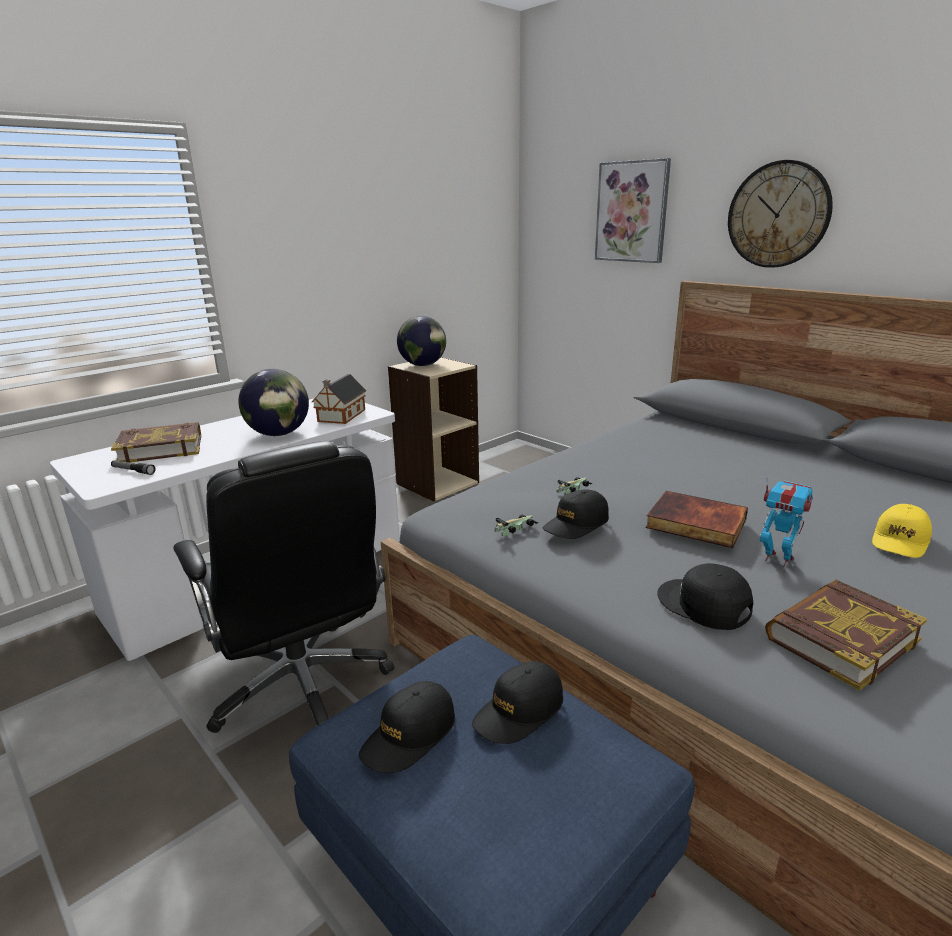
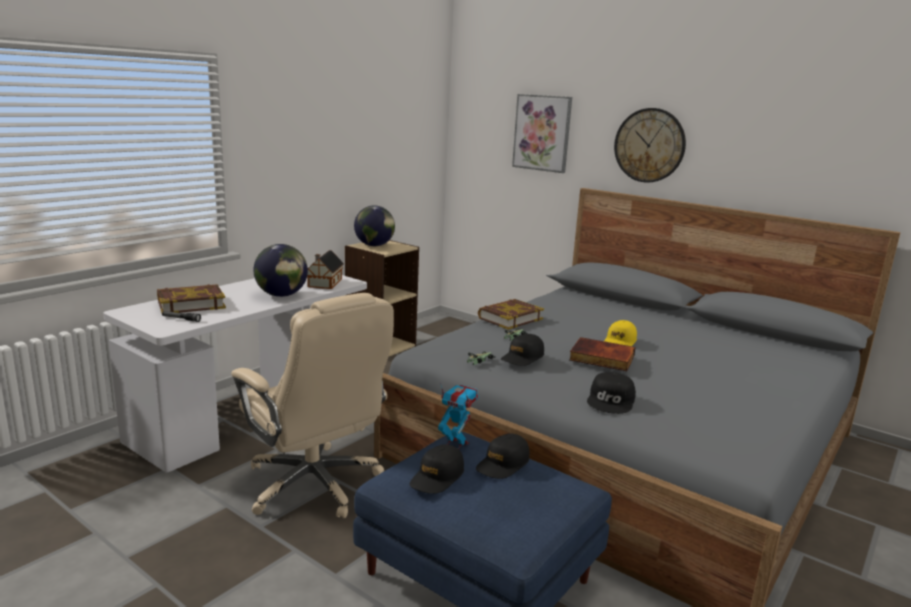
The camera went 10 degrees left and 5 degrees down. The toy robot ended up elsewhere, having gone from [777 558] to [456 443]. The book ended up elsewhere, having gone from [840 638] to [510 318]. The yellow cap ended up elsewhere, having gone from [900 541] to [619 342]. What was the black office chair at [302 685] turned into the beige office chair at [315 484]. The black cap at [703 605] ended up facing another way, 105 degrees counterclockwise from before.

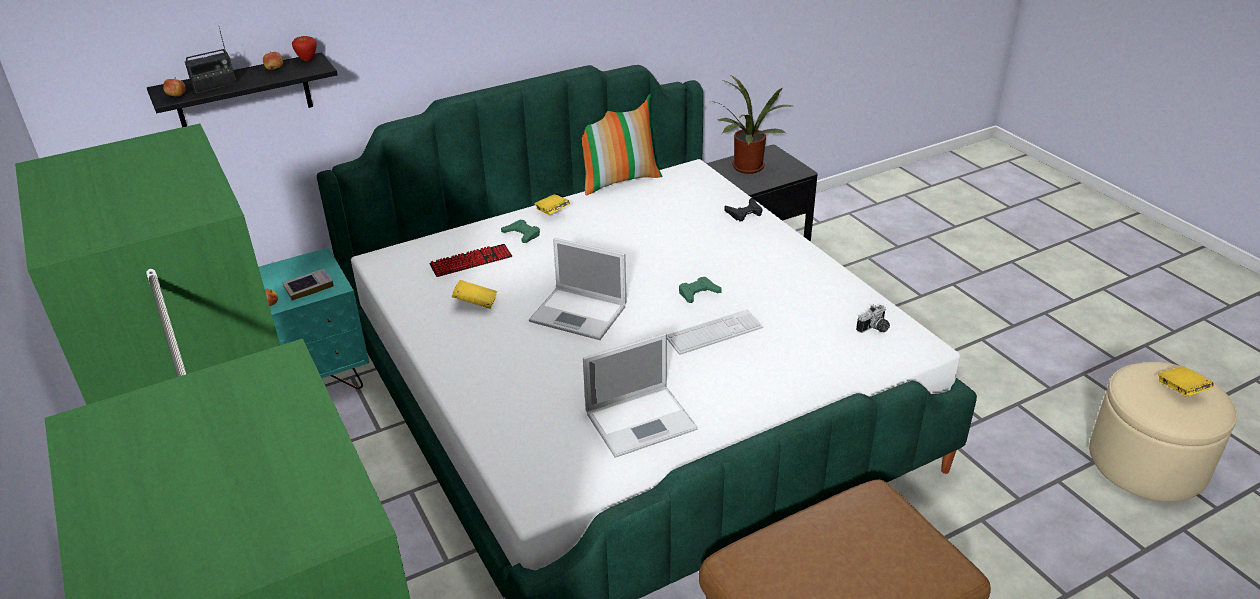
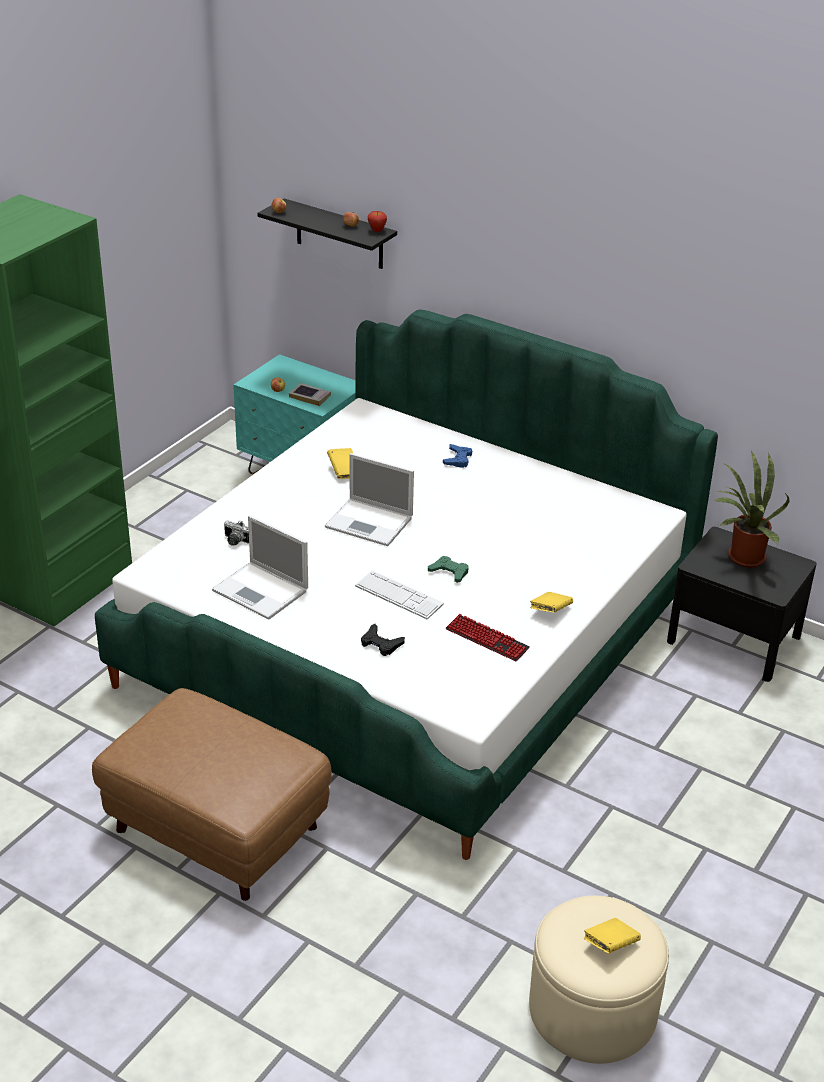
The camera went 60 degrees right and 0 degrees up. The second view lost the radio at [214 86]. The second view lost the pillow at [619 180]. The keyboard ended up elsewhere, having gone from [471 261] to [487 639]. The yellow book ended up elsewhere, having gone from [552 212] to [550 611]. The black game controller ended up elsewhere, having gone from [744 213] to [381 644]. The photo camera ended up elsewhere, having gone from [875 329] to [235 541]. What was the green game controller at [522 234] turned into the blue game controller at [458 459]. The laptop at [580 314] ended up facing another way, 60 degrees counterclockwise from before.

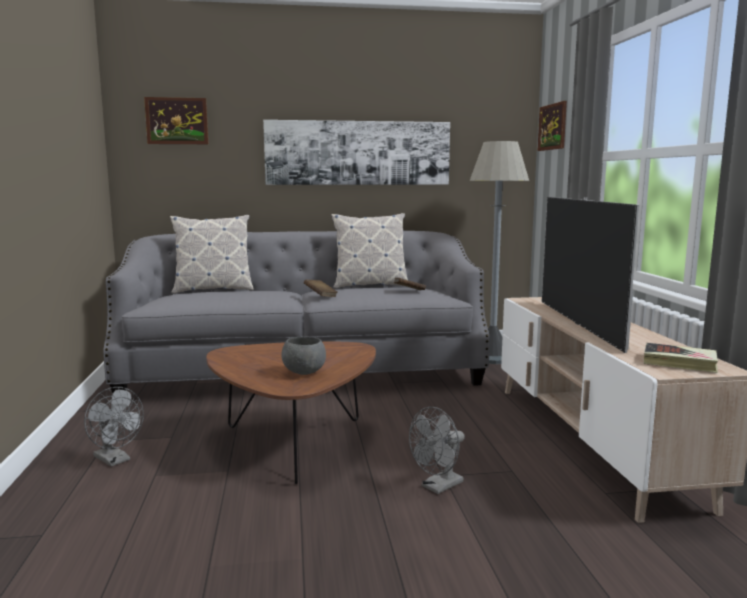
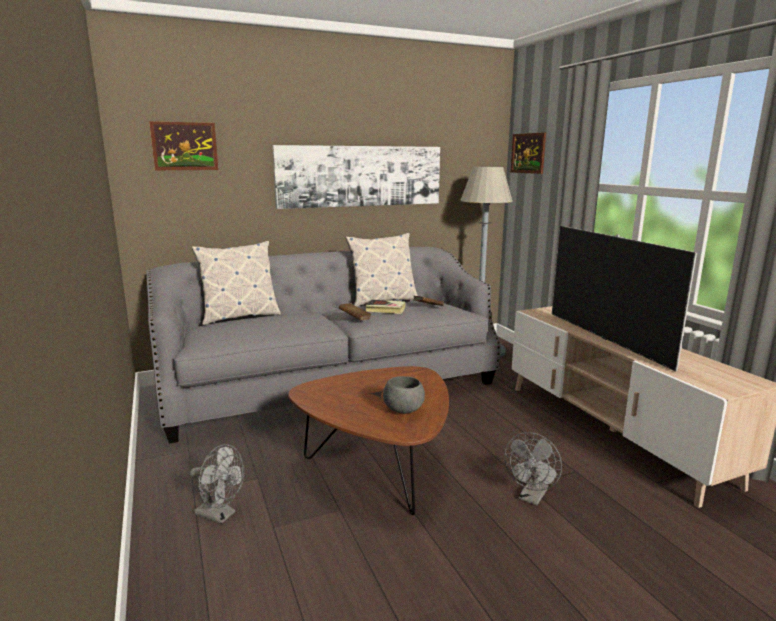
The camera went 15 degrees left and 5 degrees up. The book ended up elsewhere, having gone from [679 363] to [385 309].

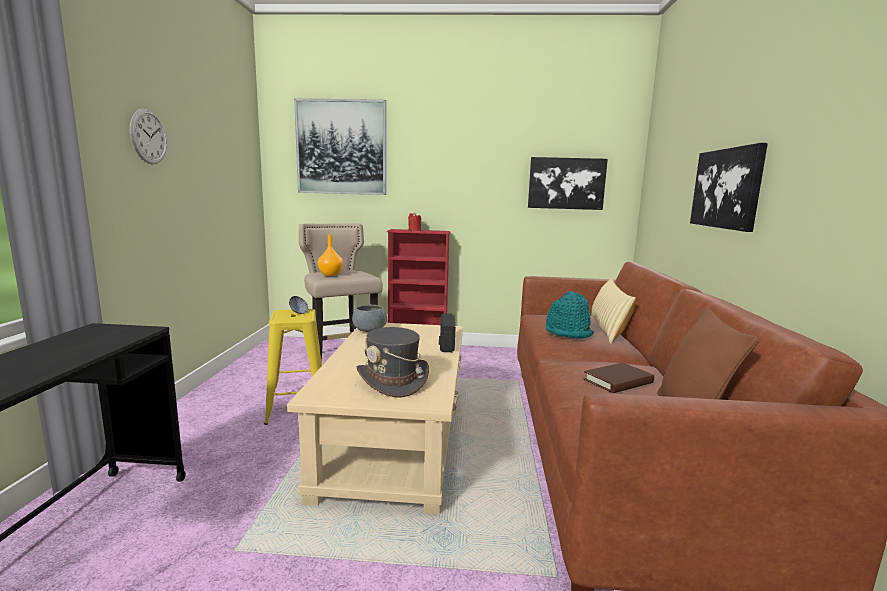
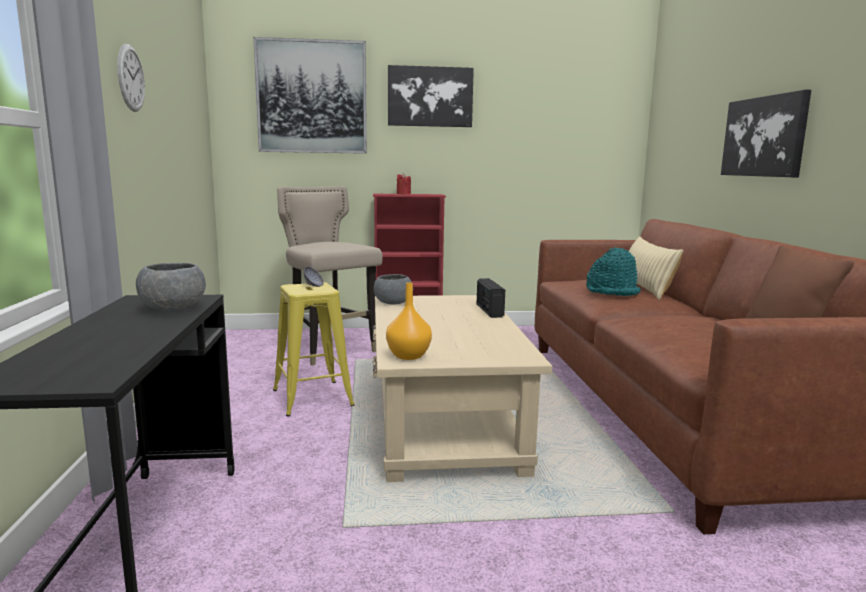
The camera went 10 degrees left and 0 degrees up. The second view lost the grey hat at [393 381]. The second view lost the brown book at [618 381]. The second view gained the grey bowl at [174 308]. The orange vase ended up elsewhere, having gone from [330 274] to [408 356]. The picture ended up elsewhere, having gone from [566 183] to [430 97].

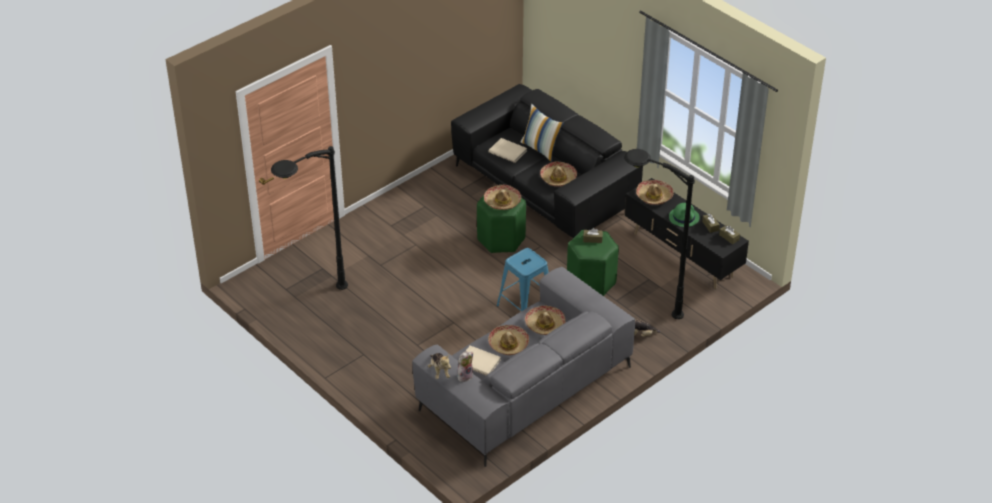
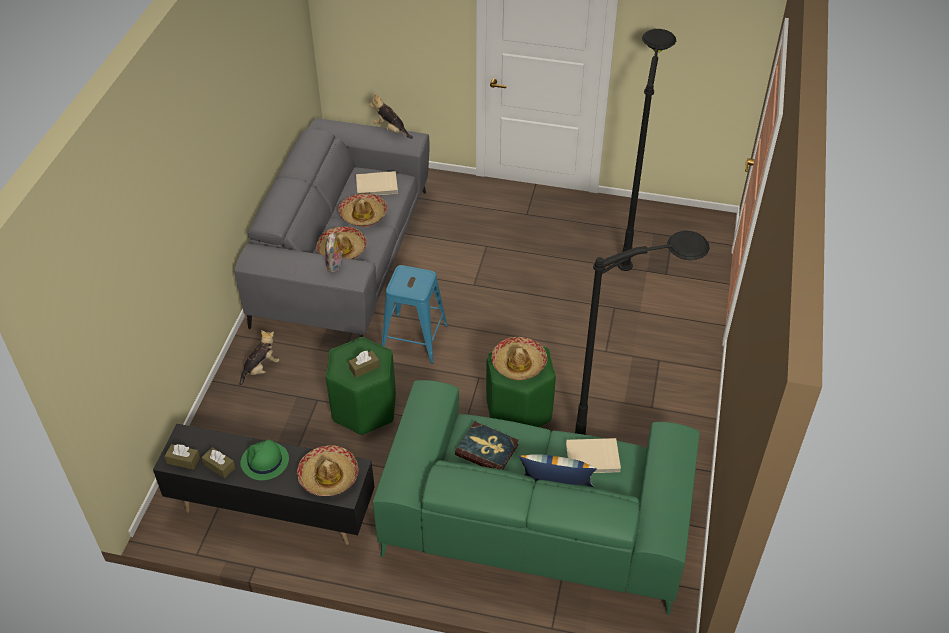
The camera went 145 degrees right and 5 degrees up. The plush toy ended up elsewhere, having gone from [464 375] to [335 266]. The black floor lamp ended up elsewhere, having gone from [641 303] to [632 433]. Where the hat stood at [558 178], the book came to stand at [487 449]. What was the black sofa at [545 188] turned into the green sofa at [535 522].

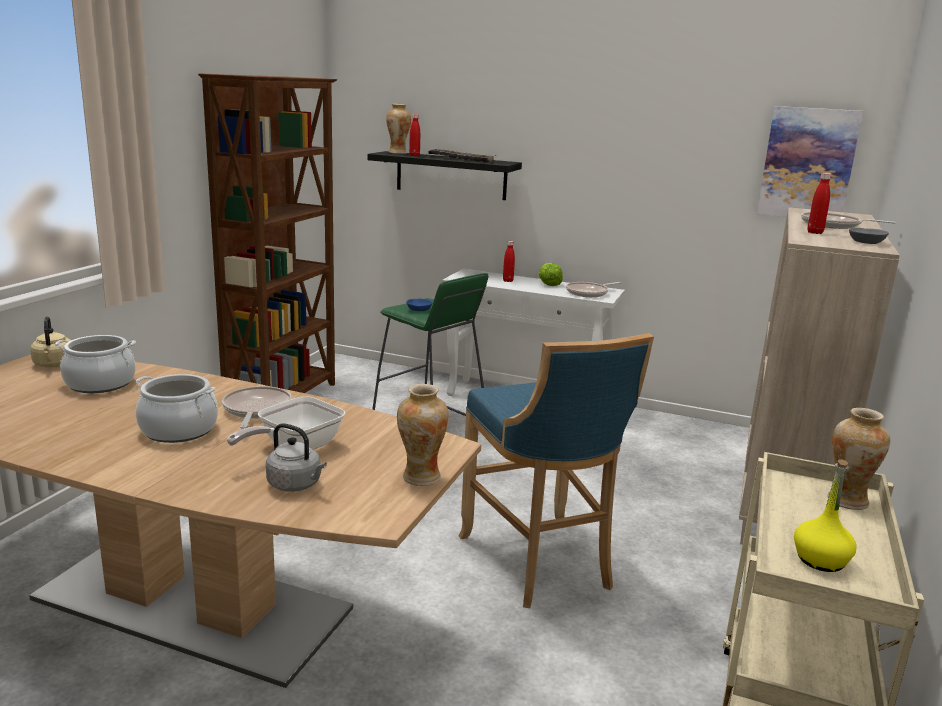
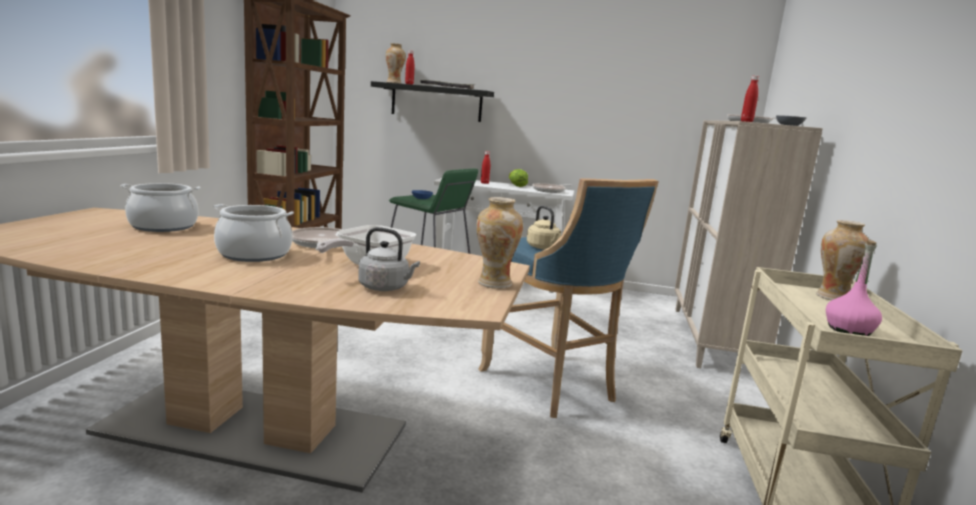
The camera went 10 degrees left and 5 degrees down. The second view lost the picture at [807 164]. The beige kettle ended up elsewhere, having gone from [54 365] to [544 248]. What was the yellow bottle at [821 560] turned into the pink bottle at [849 330].

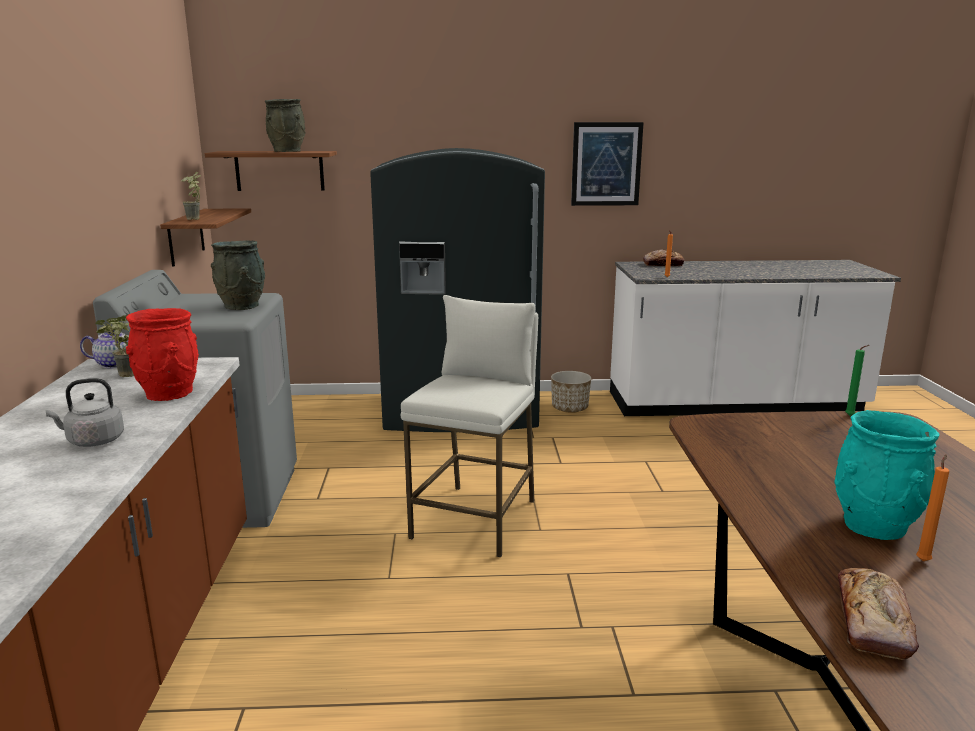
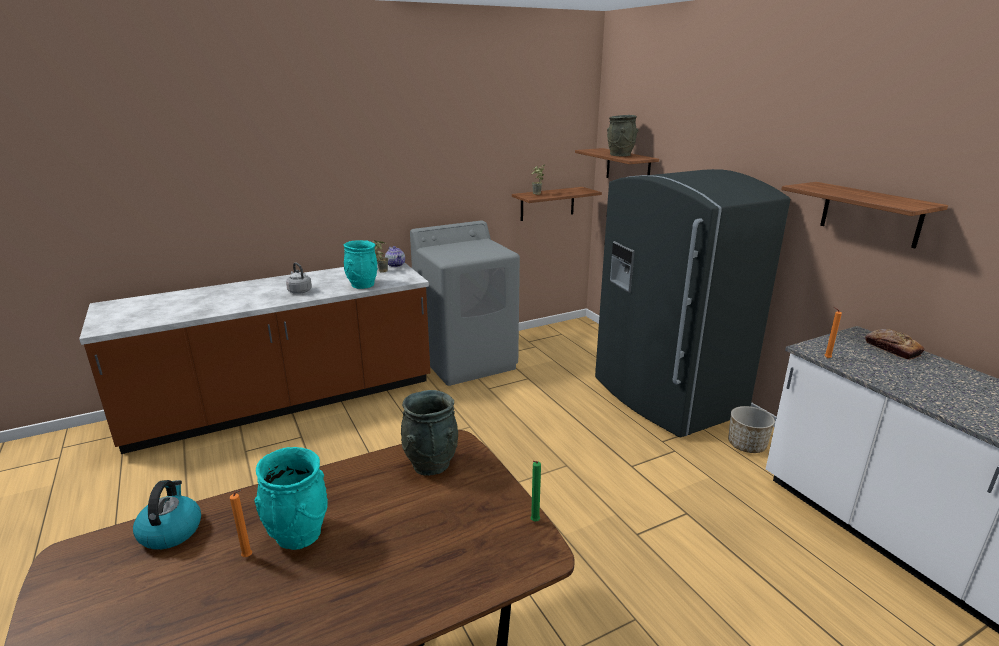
The camera went 65 degrees right and 5 degrees up. The second view lost the white stool at [475 519]. The grey vase ended up elsewhere, having gone from [242 306] to [431 464]. Where the picture hung at [606 164], the shelf came to hang at [870 214]. Where the bread stood at [872 622], the kettle came to stand at [171 531]. What was the red vase at [169 394] turned into the turquoise vase at [362 285].

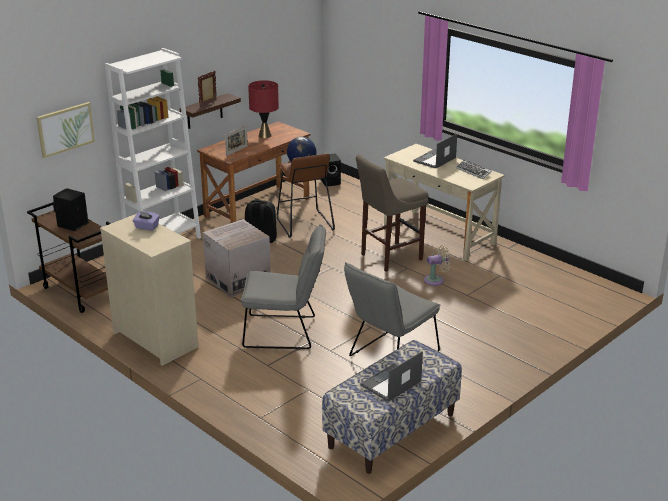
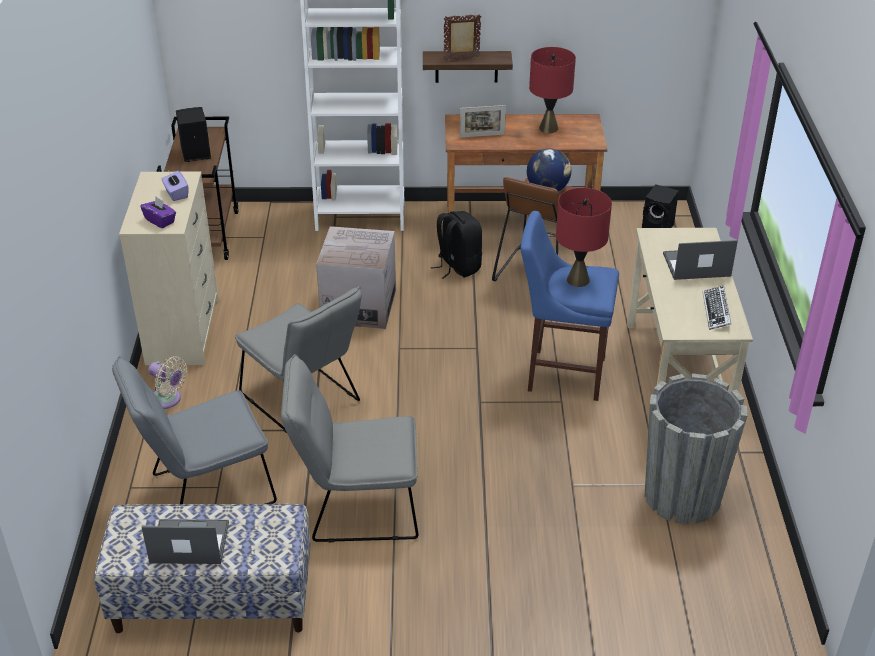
The camera went 45 degrees right and 10 degrees up. The second view lost the picture at [65 129]. The second view gained the grey chair at [204 492]. The second view gained the purple tissue box at [160 221]. The second view gained the red table lamp at [578 280]. The second view gained the grey planter at [682 496]. The beige fan ended up elsewhere, having gone from [436 280] to [168 400]. What was the beige stool at [388 257] turned into the blue stool at [561 373].

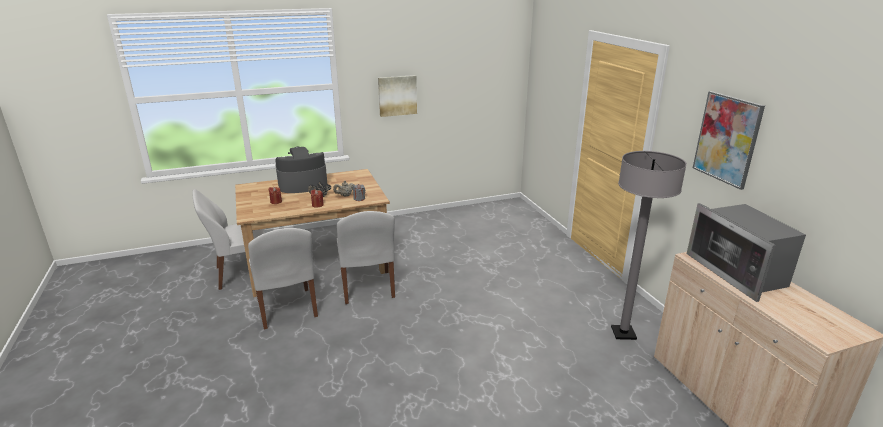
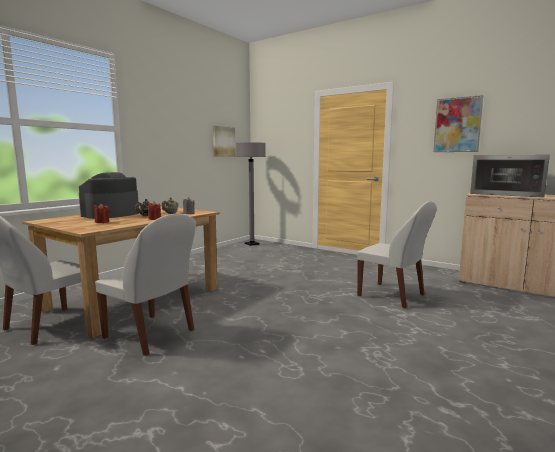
The camera went 35 degrees left and 15 degrees down. The white chair ended up elsewhere, having gone from [367 288] to [392 296]. The picture ended up elsewhere, having gone from [397 95] to [223 141]. The grey floor lamp ended up elsewhere, having gone from [623 333] to [252 244].

